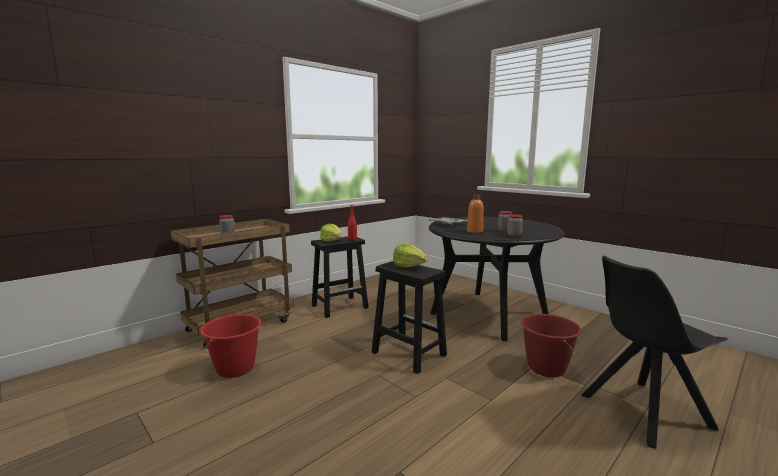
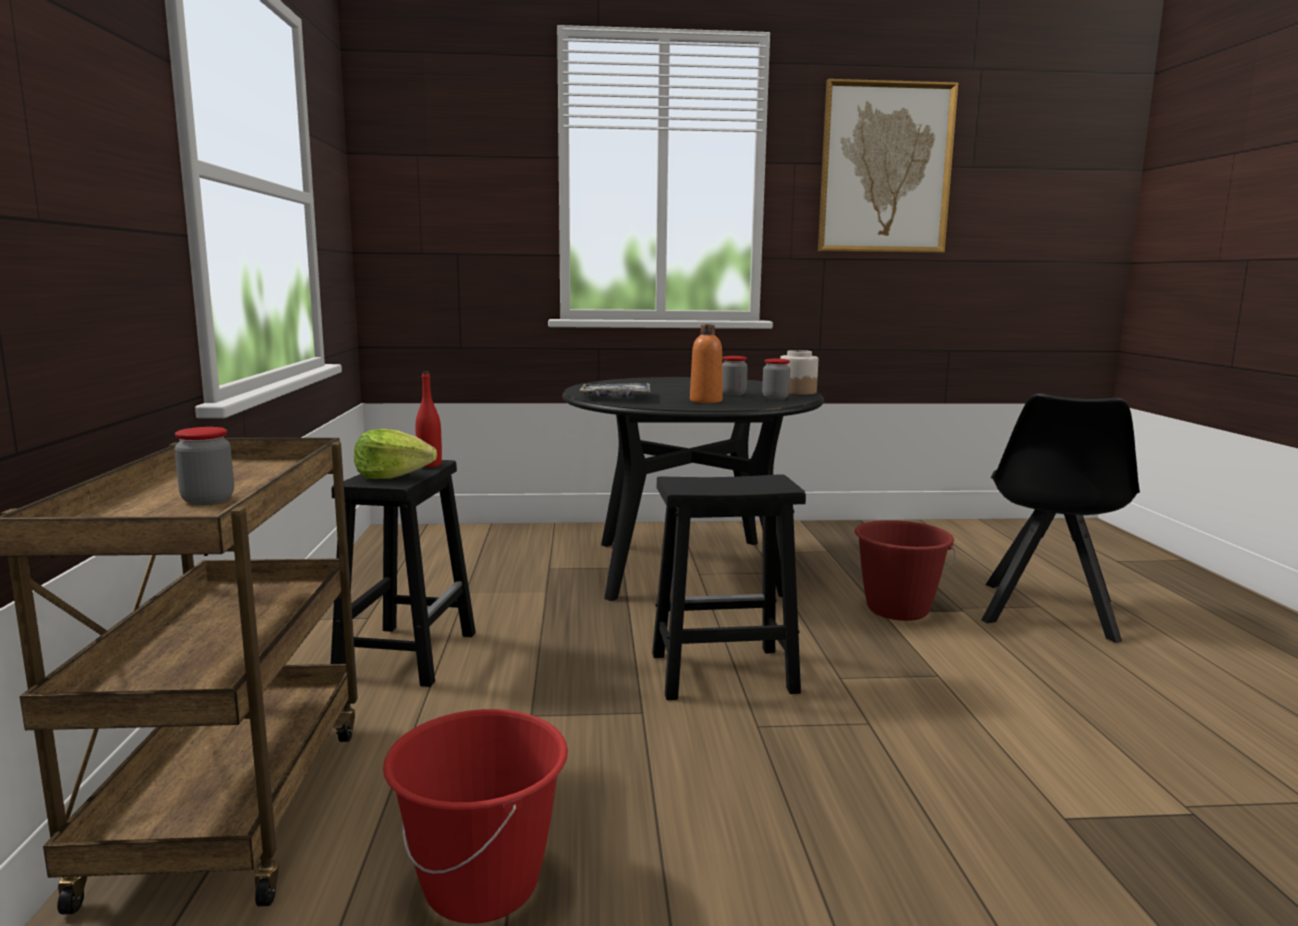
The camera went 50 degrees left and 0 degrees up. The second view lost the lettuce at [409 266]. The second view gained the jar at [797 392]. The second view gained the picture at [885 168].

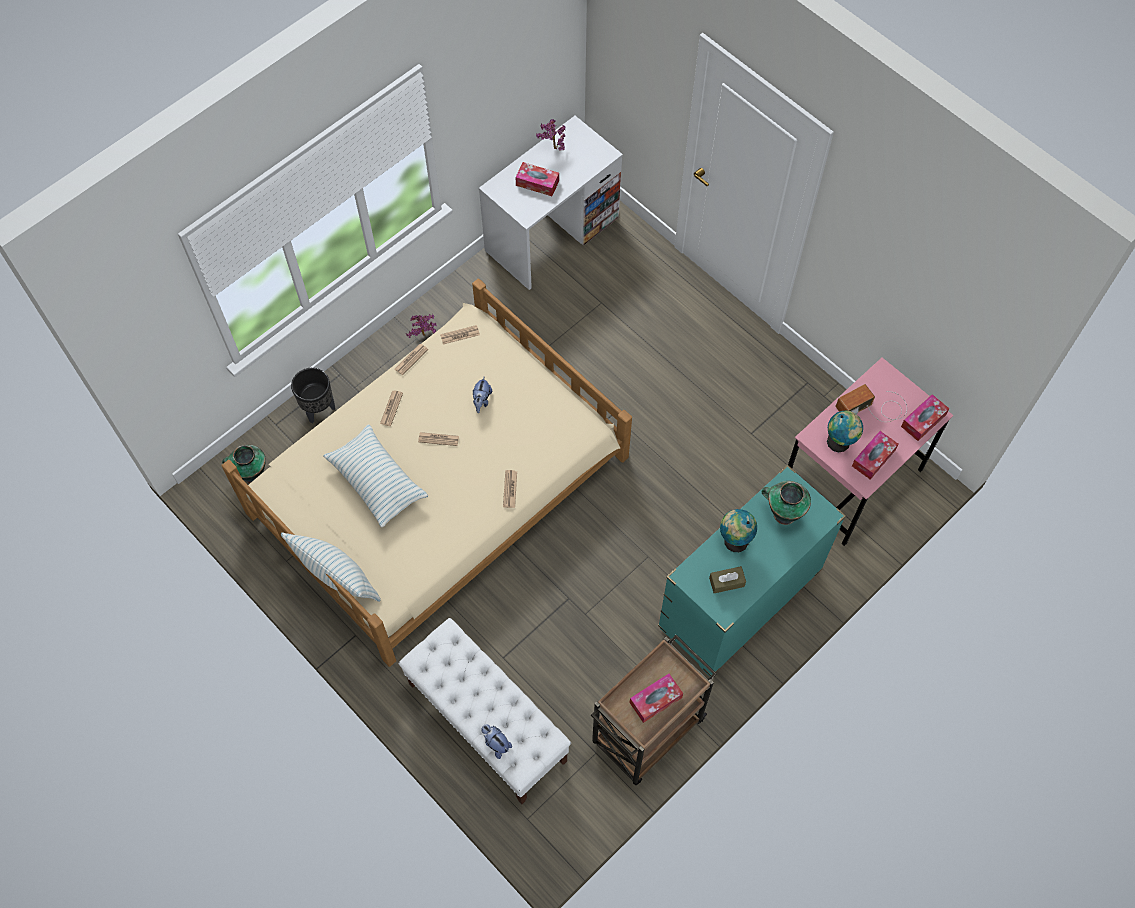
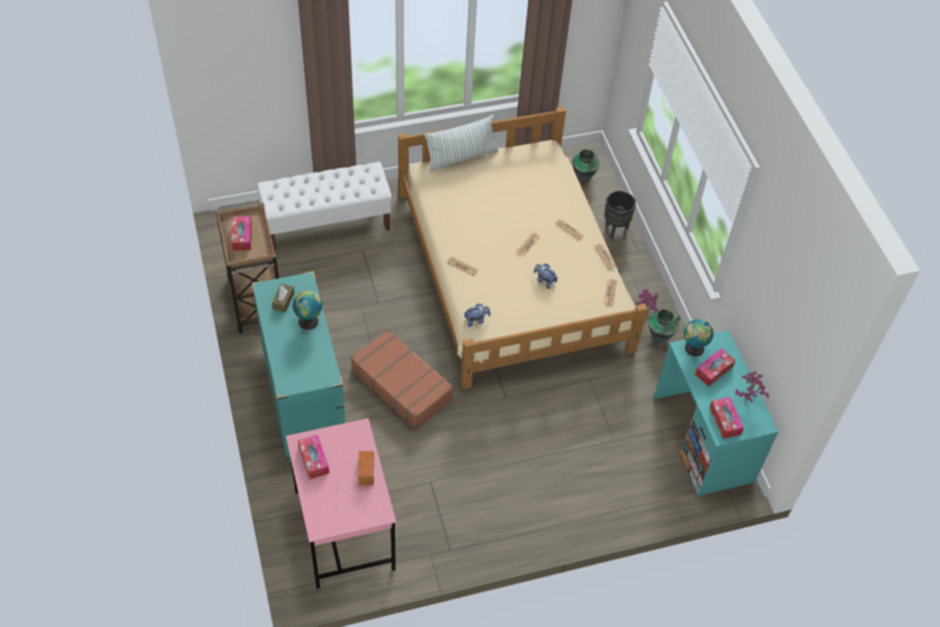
The camera went 115 degrees right and 10 degrees down. The second view lost the pillow at [377 481]. The second view gained the brown suitcase at [402 385]. The plush toy ended up elsewhere, having gone from [496 743] to [476 320]. The vase ended up elsewhere, having gone from [783 513] to [660 337]. The globe ended up elsewhere, having gone from [840 442] to [693 349]. The tissue box ended up elsewhere, having gone from [923 421] to [725 421]. What was the white desk at [552 234] turned into the turquoise desk at [703 438].

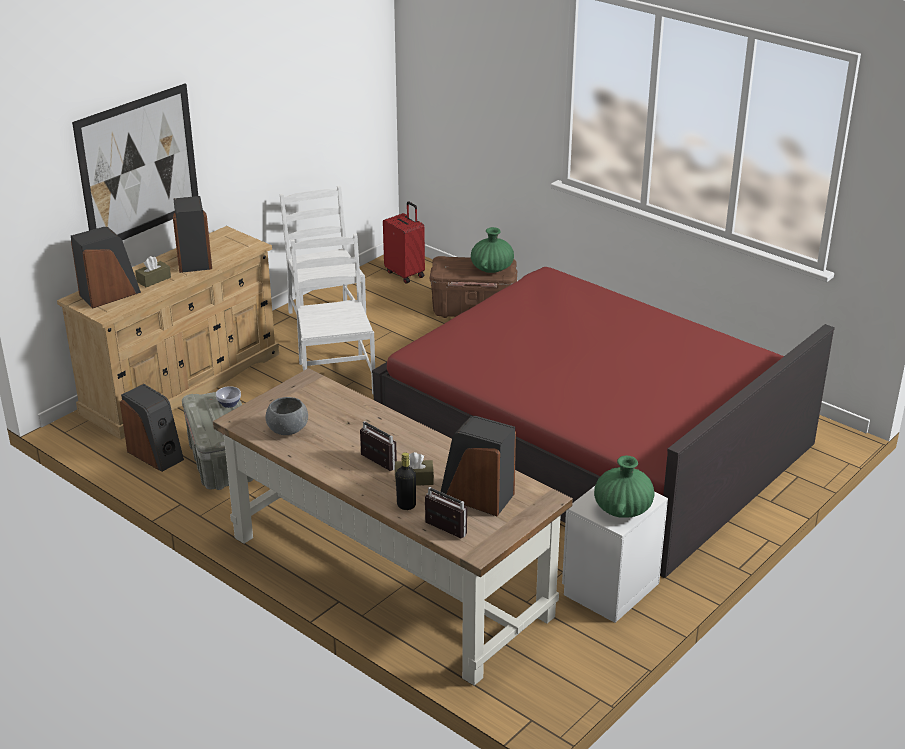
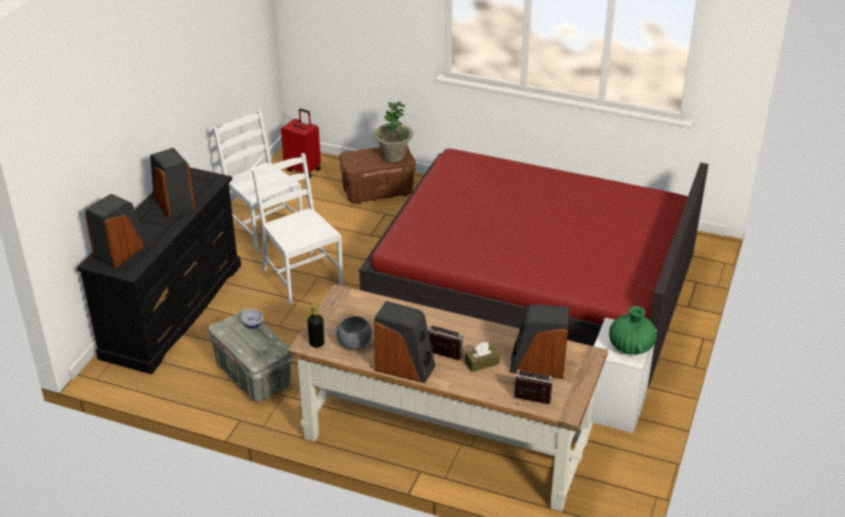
The camera went 20 degrees left and 5 degrees up. The second view lost the picture at [138 167]. The second view lost the brown tissue box at [154 280]. The speaker ended up elsewhere, having gone from [156 454] to [405 367]. The black bottle ended up elsewhere, having gone from [406 505] to [317 343]. Where the green vase stood at [492 269], the potted plant came to stand at [393 156]. What was the beige dresser at [182 382] turned into the black dresser at [173 309].

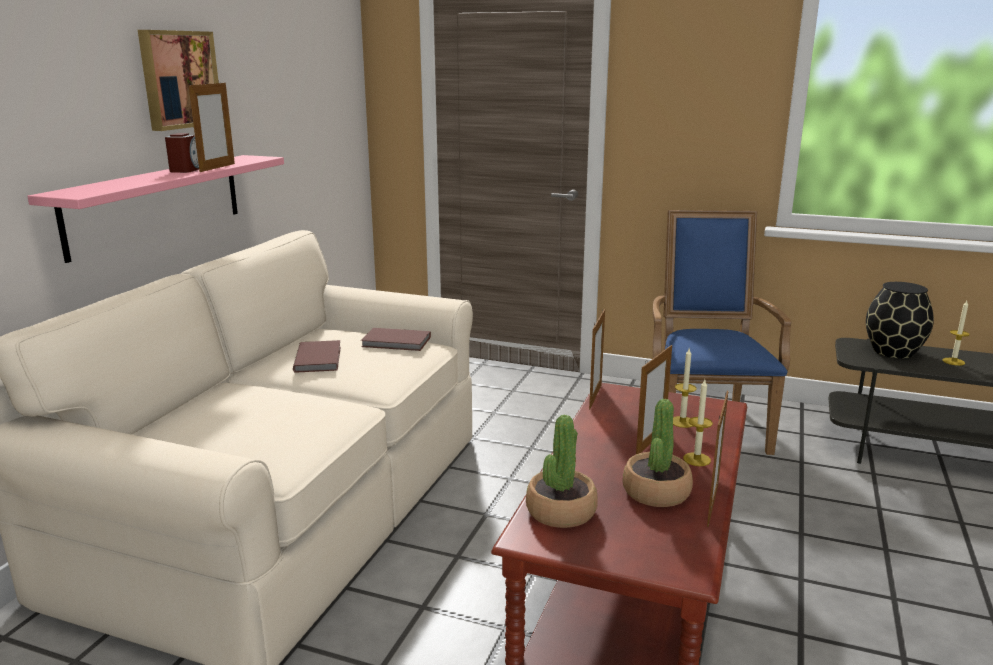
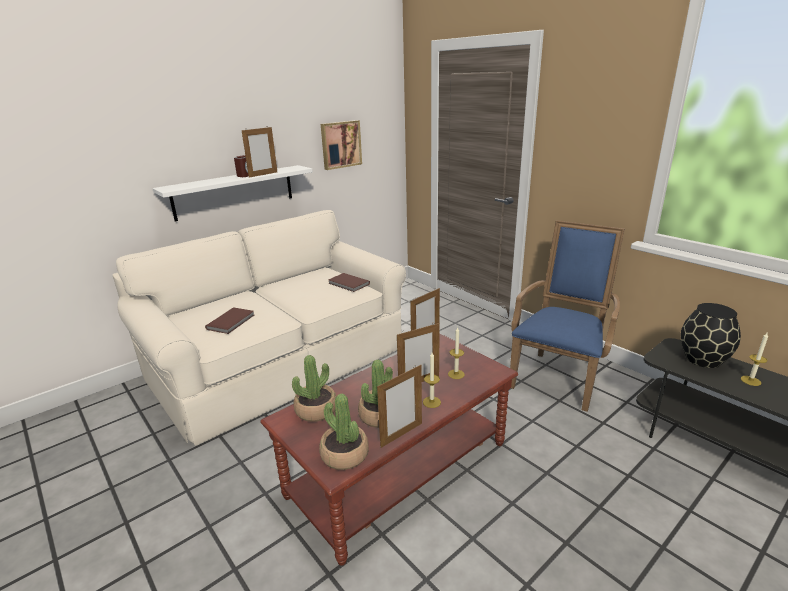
The camera went 30 degrees right and 5 degrees up. The second view gained the potted plant at [344 455]. The picture ended up elsewhere, having gone from [178 79] to [340 144]. The brown book ended up elsewhere, having gone from [319 358] to [232 322]. What was the pink shelf at [157 203] turned into the white shelf at [234 192].

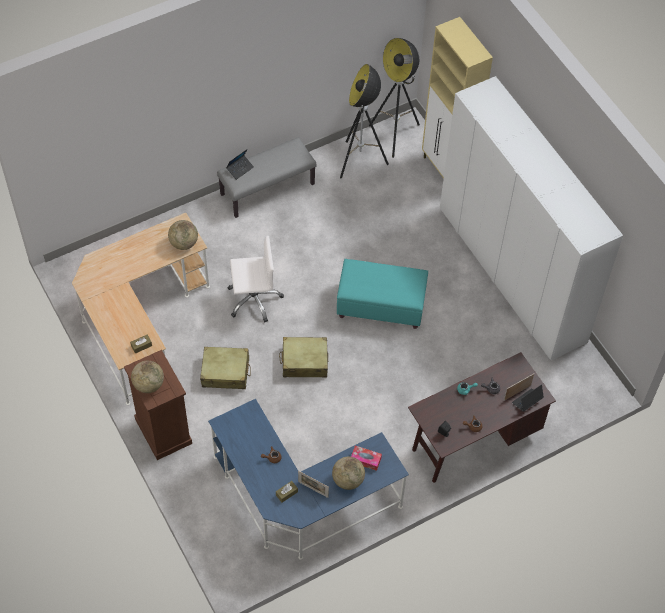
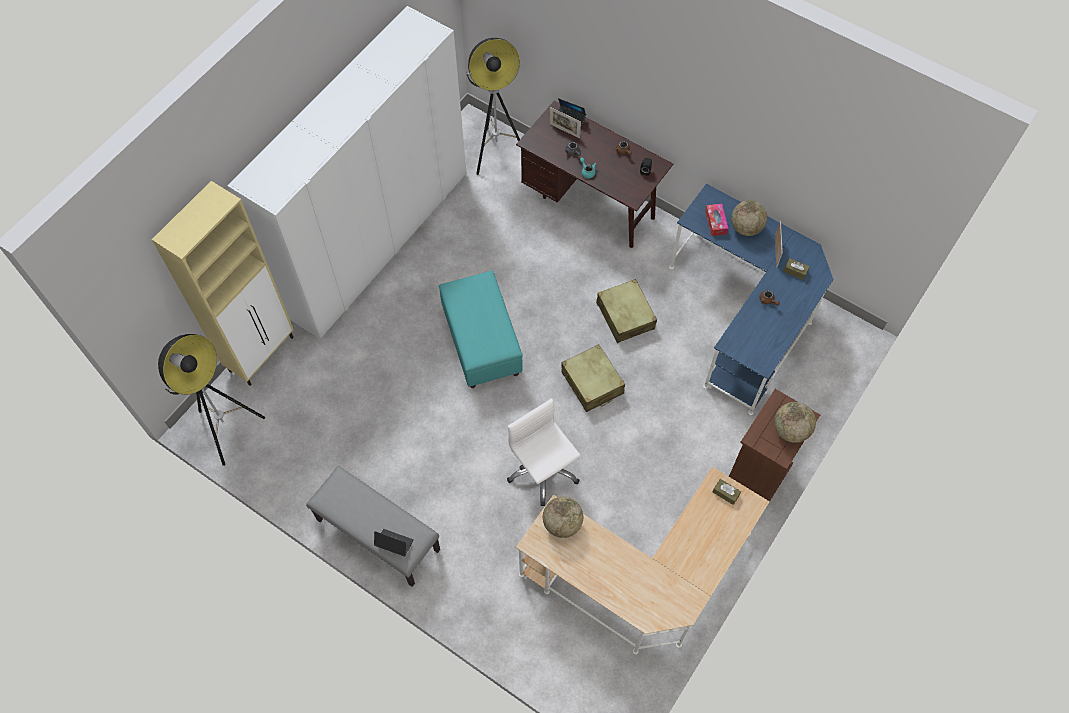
The camera went 115 degrees left and 5 degrees up. The beige suitcase ended up elsewhere, having gone from [225 372] to [625 316]. The floor lamp ended up elsewhere, having gone from [360 161] to [497 152].

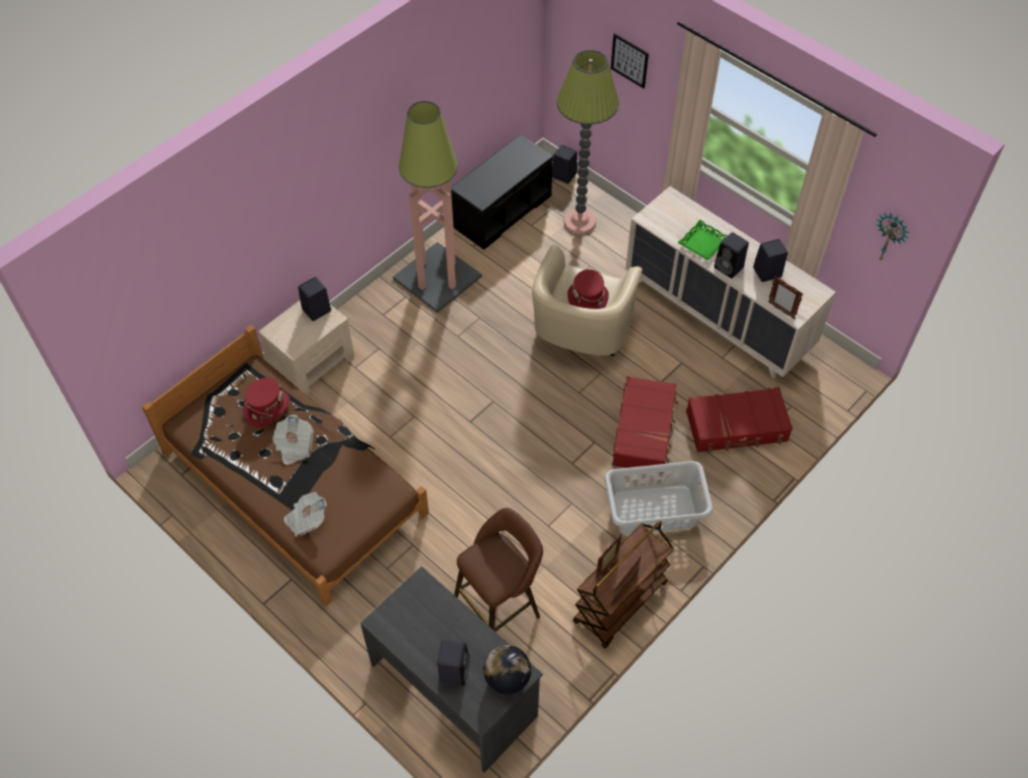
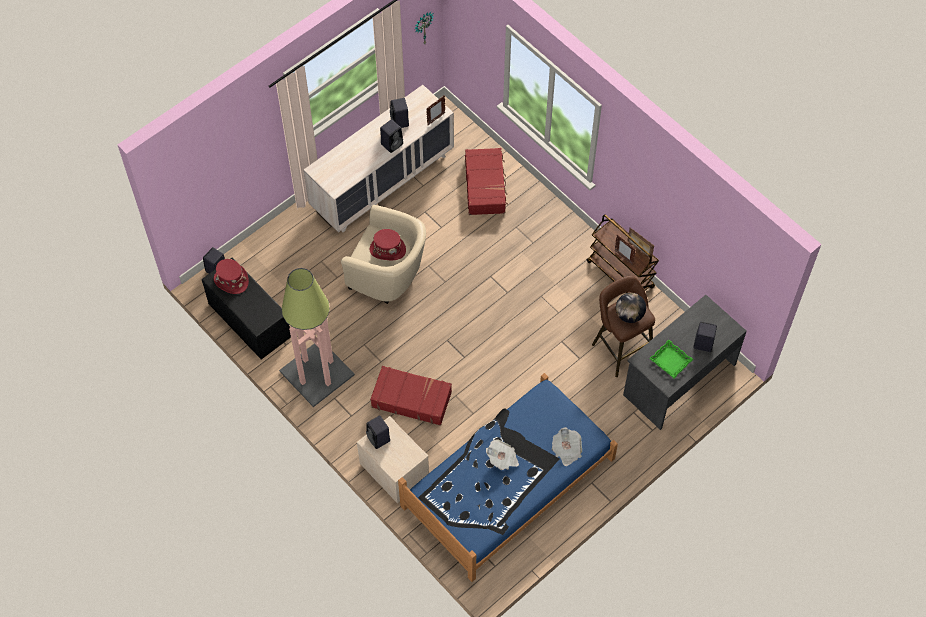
The camera went 85 degrees left and 5 degrees up. The second view lost the floor lamp at [579 222]. The second view lost the grey laundry basket at [655 510]. The second view lost the picture at [629 60]. The red hat ended up elsewhere, having gone from [267 408] to [231 280]. The globe ended up elsewhere, having gone from [507 678] to [629 315]. The red suitcase ended up elsewhere, having gone from [644 431] to [411 399]. The green tray ended up elsewhere, having gone from [703 243] to [670 361]. What was the brown bed at [293 482] turned into the blue bed at [508 482].

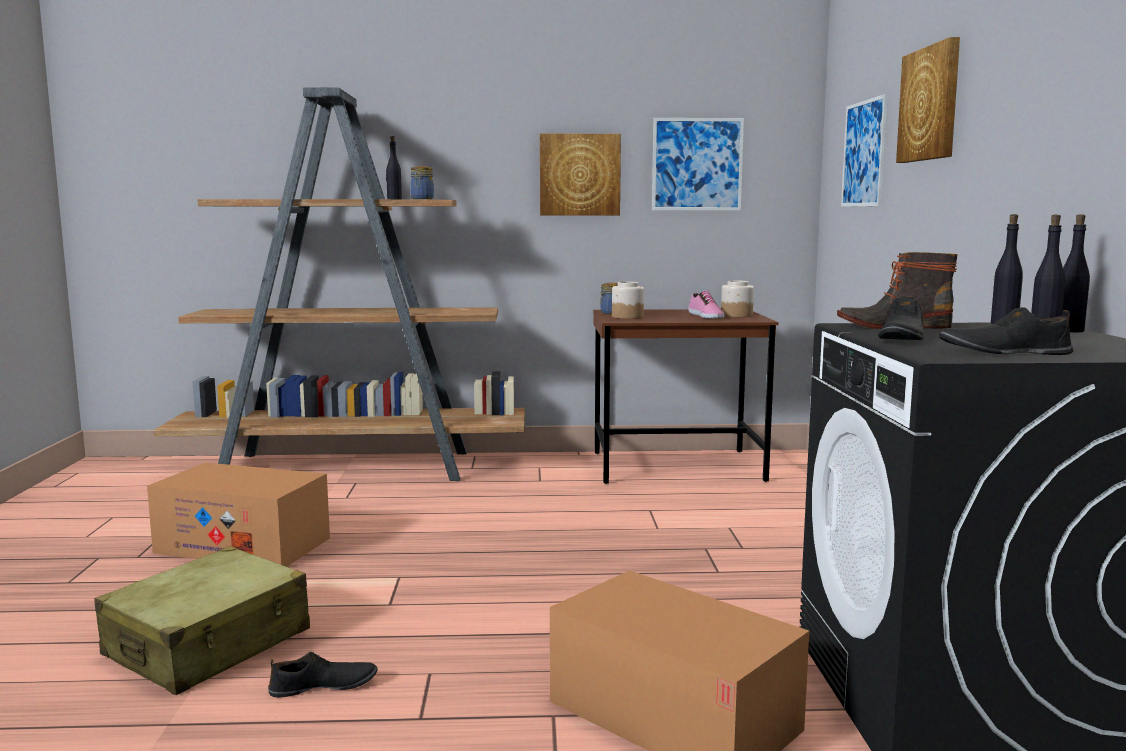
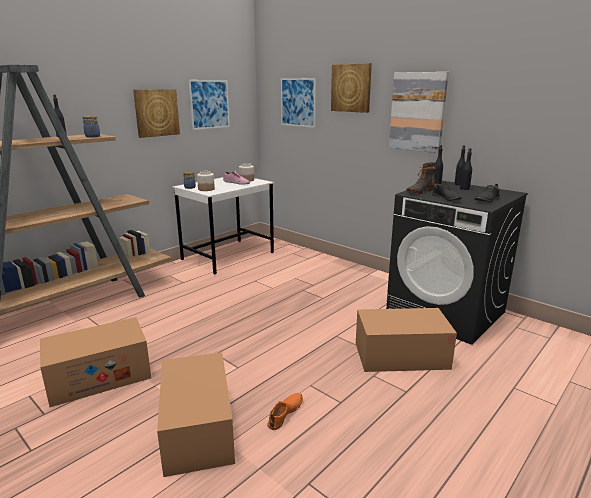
The camera went 45 degrees left and 10 degrees up. The second view gained the picture at [417 112]. Where the beige suitcase stood at [209 644], the cardboard box came to stand at [197 428]. What was the black shoe at [323 687] turned into the orange shoe at [285 413]. What was the brown desk at [677 466] turned into the white desk at [228 256].

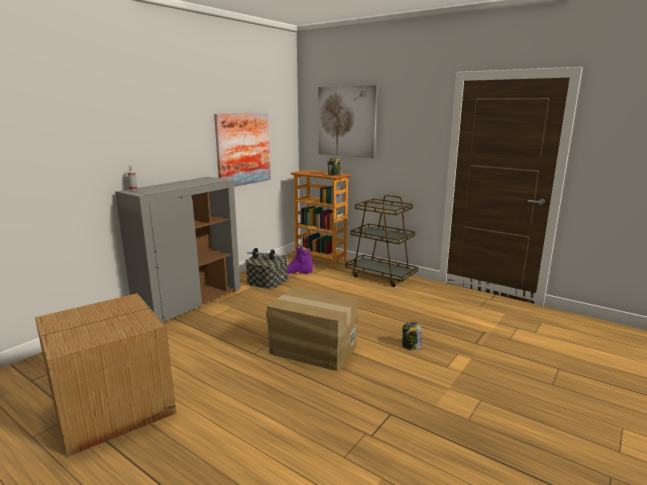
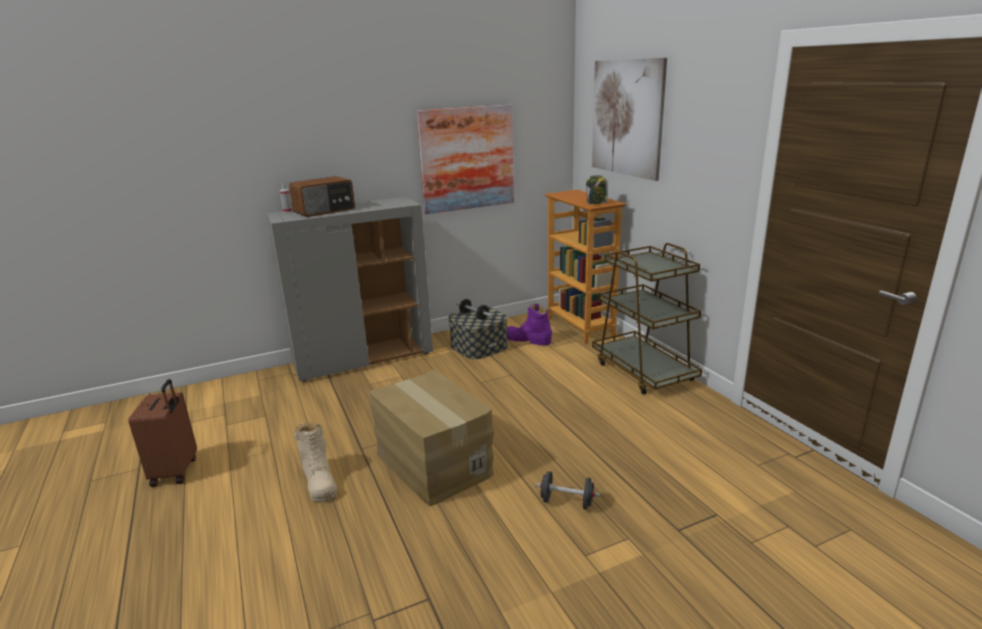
The camera went 30 degrees right and 5 degrees up. The second view gained the radio at [325 210]. The second view gained the beige boot at [319 481]. Where the cardboard box stood at [115 407], the brown suitcase came to stand at [176 471]. Where the jar stood at [411 346], the black dumbbell came to stand at [567 502].

